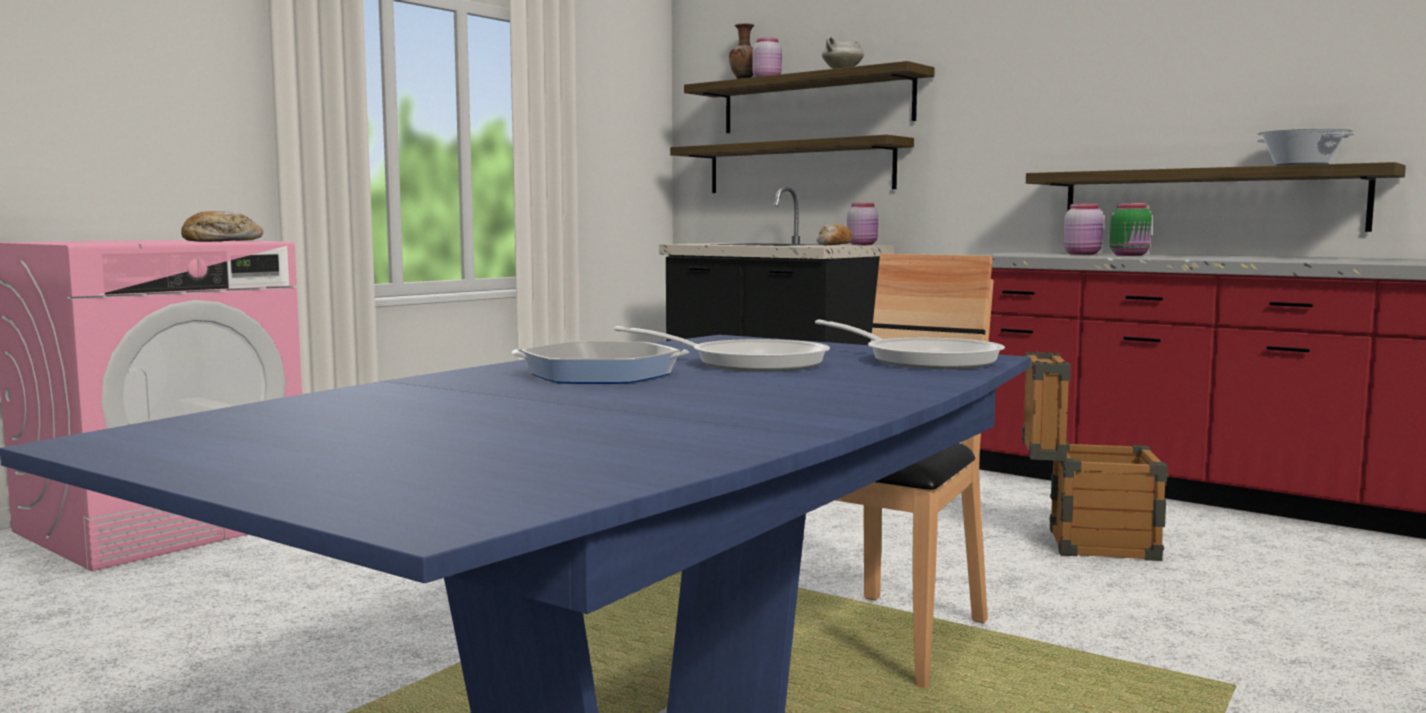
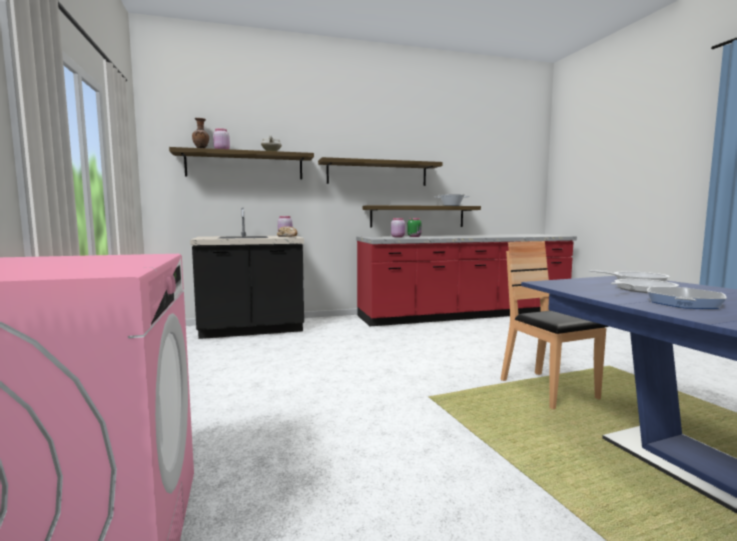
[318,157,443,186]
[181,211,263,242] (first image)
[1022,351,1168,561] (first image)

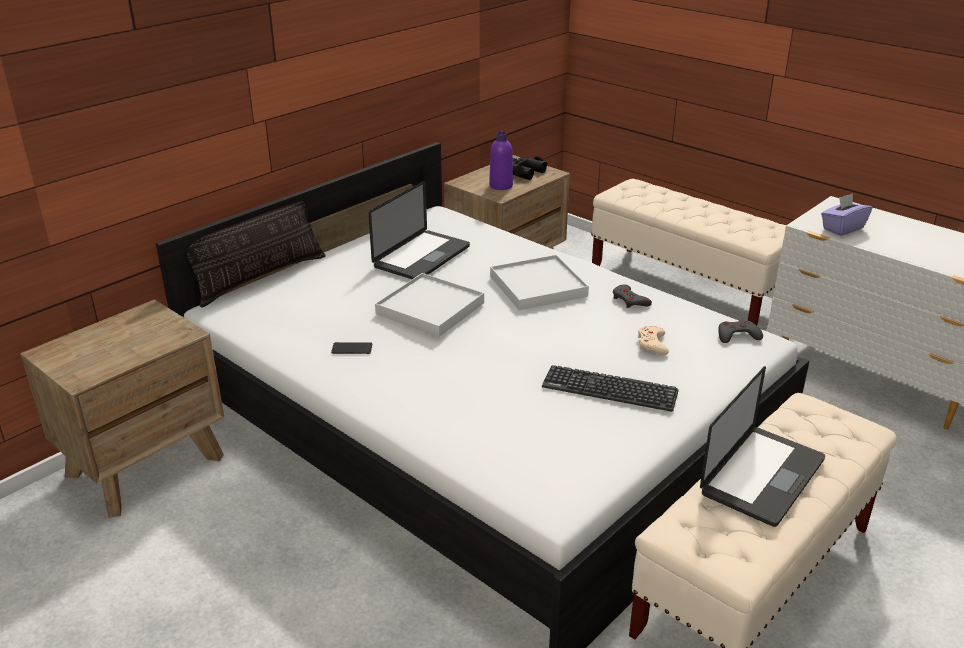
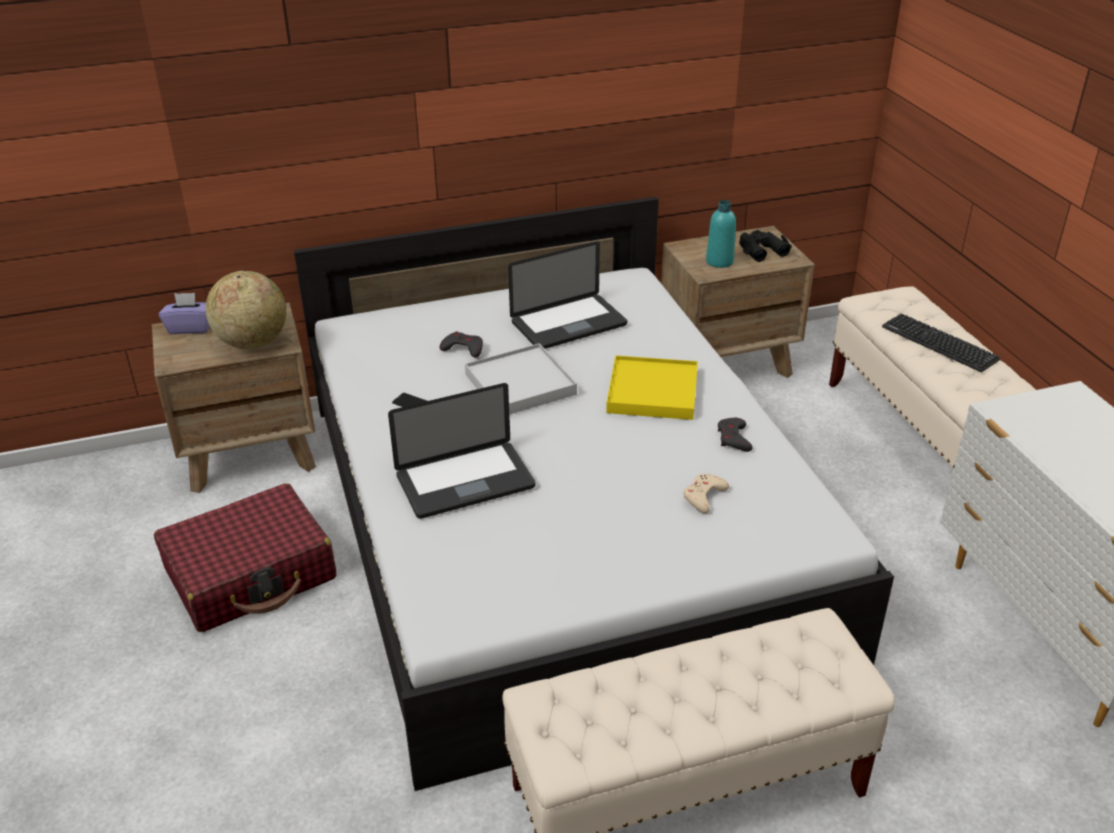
[706,200,736,268]
[159,293,209,334]
[187,201,326,308] (first image)
[606,355,698,420]
[440,332,483,357]
[882,314,1000,372]
[388,383,536,519]
[205,271,286,349]
[154,483,337,632]

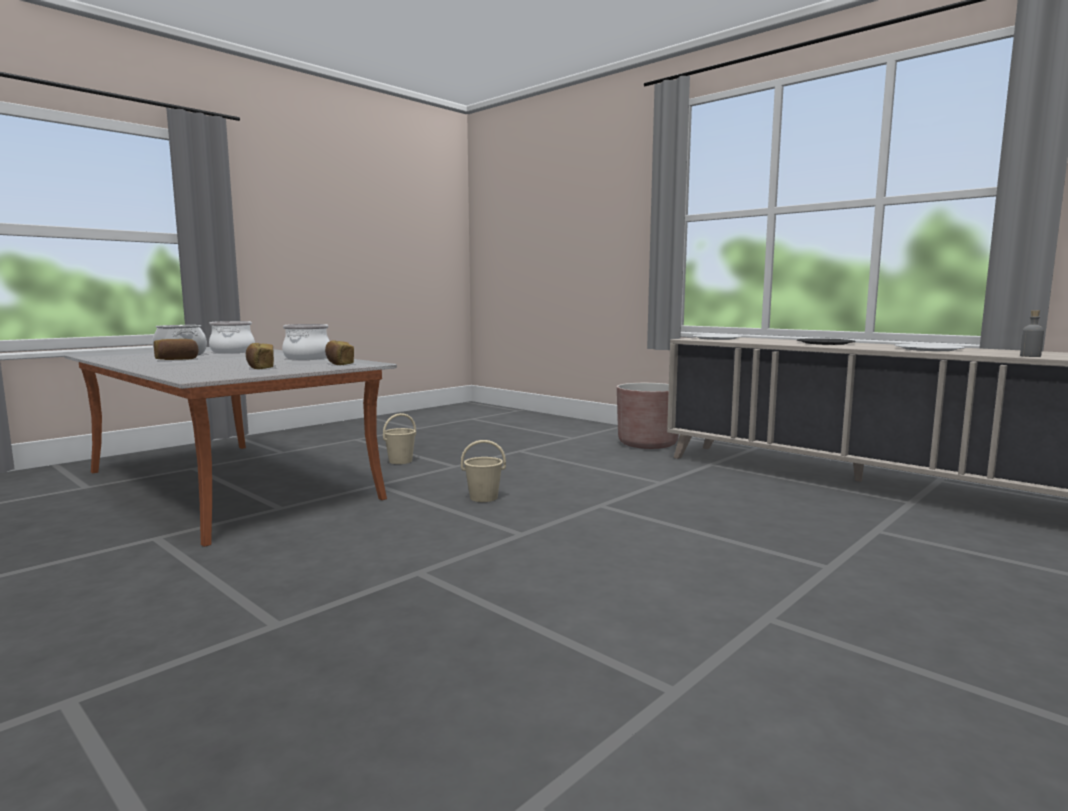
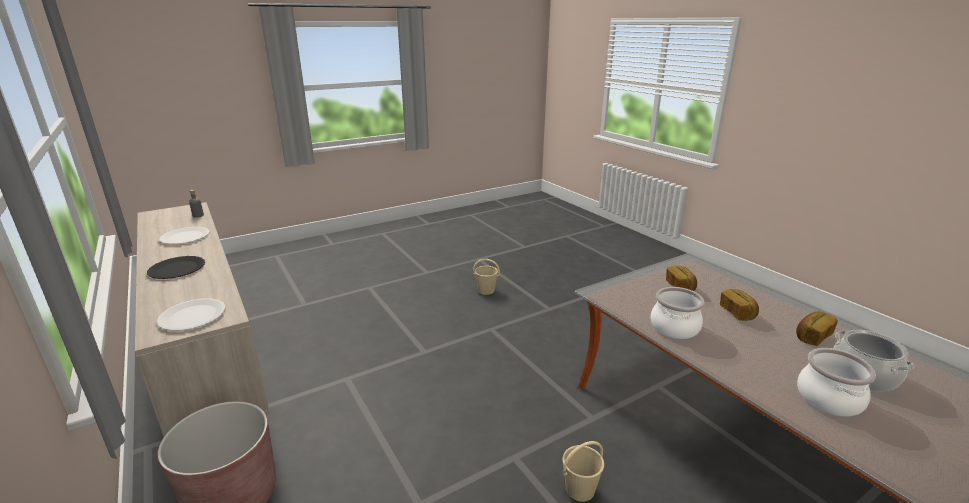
[720,289,759,321]
[473,259,500,295]

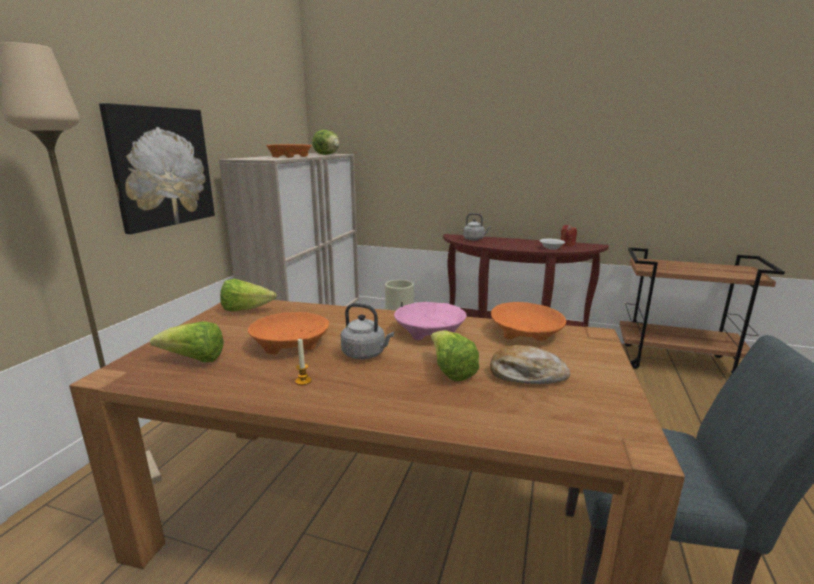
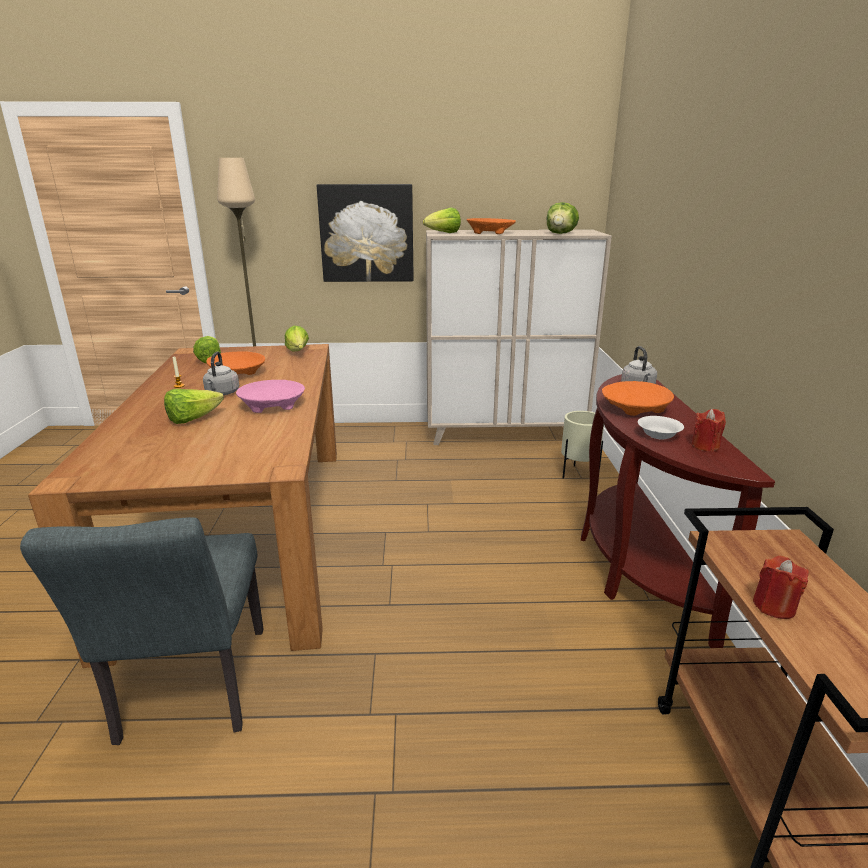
[602,381,674,416]
[490,345,571,384] (first image)
[423,208,461,233]
[753,556,809,619]

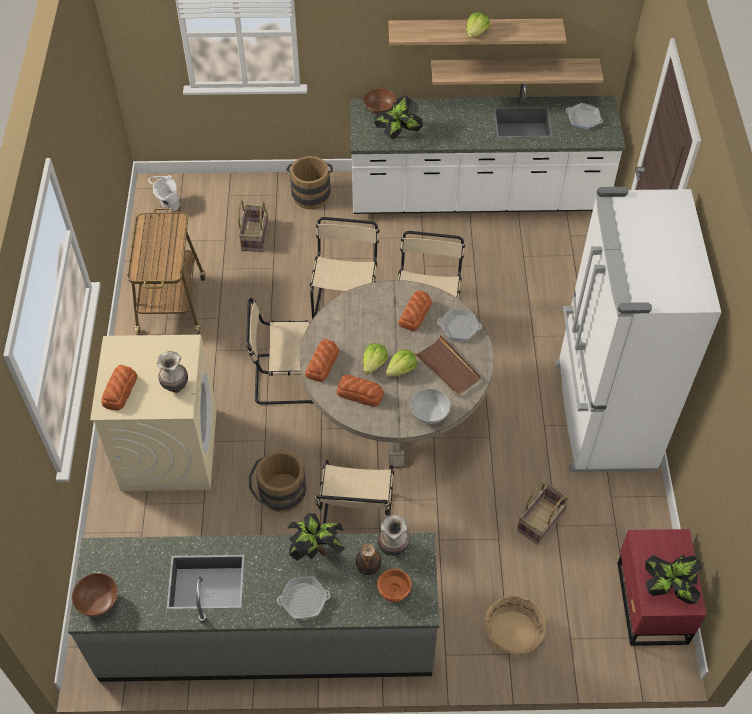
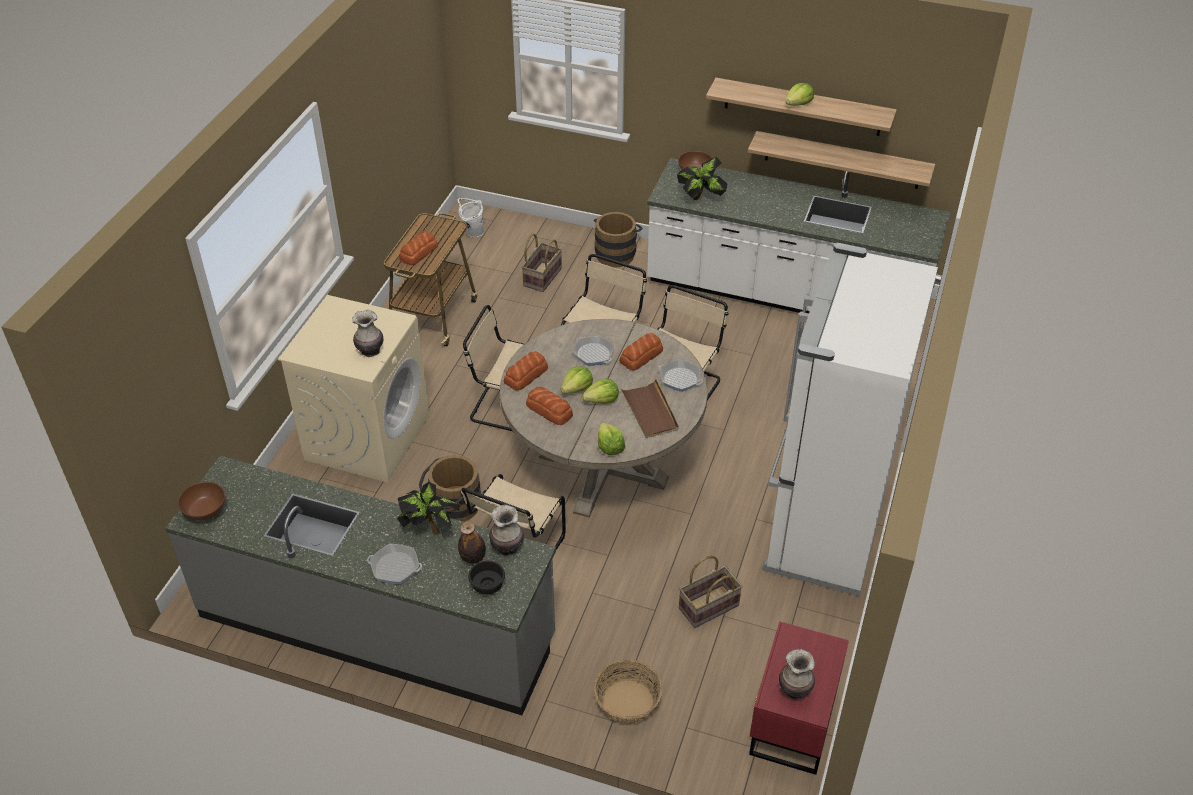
[573,336,615,366]
[399,231,438,265]
[598,422,625,455]
[779,649,815,699]
[468,561,505,595]

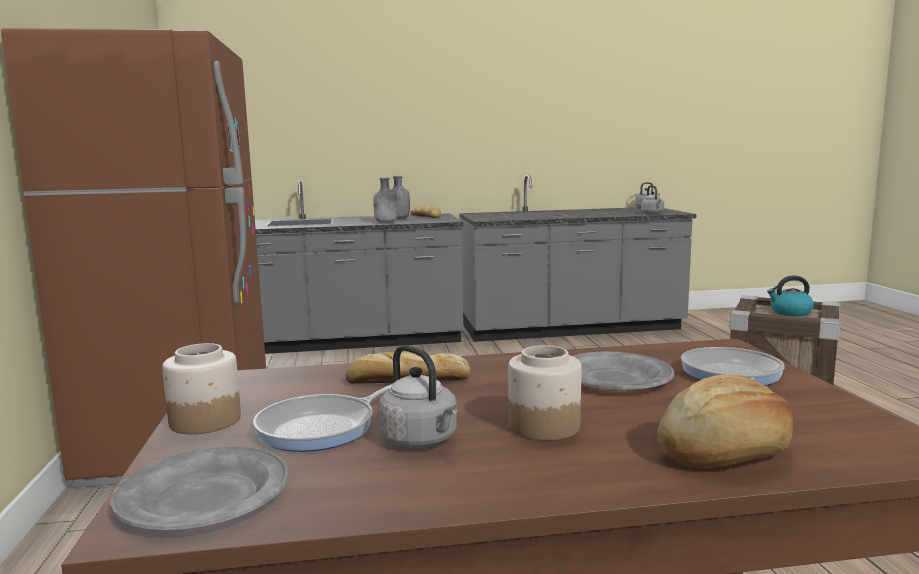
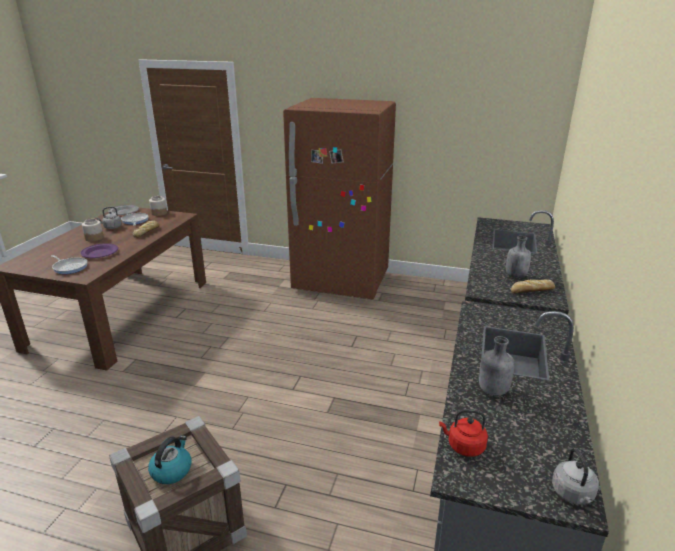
[479,336,515,396]
[439,409,488,457]
[80,243,118,258]
[657,375,793,468] (first image)

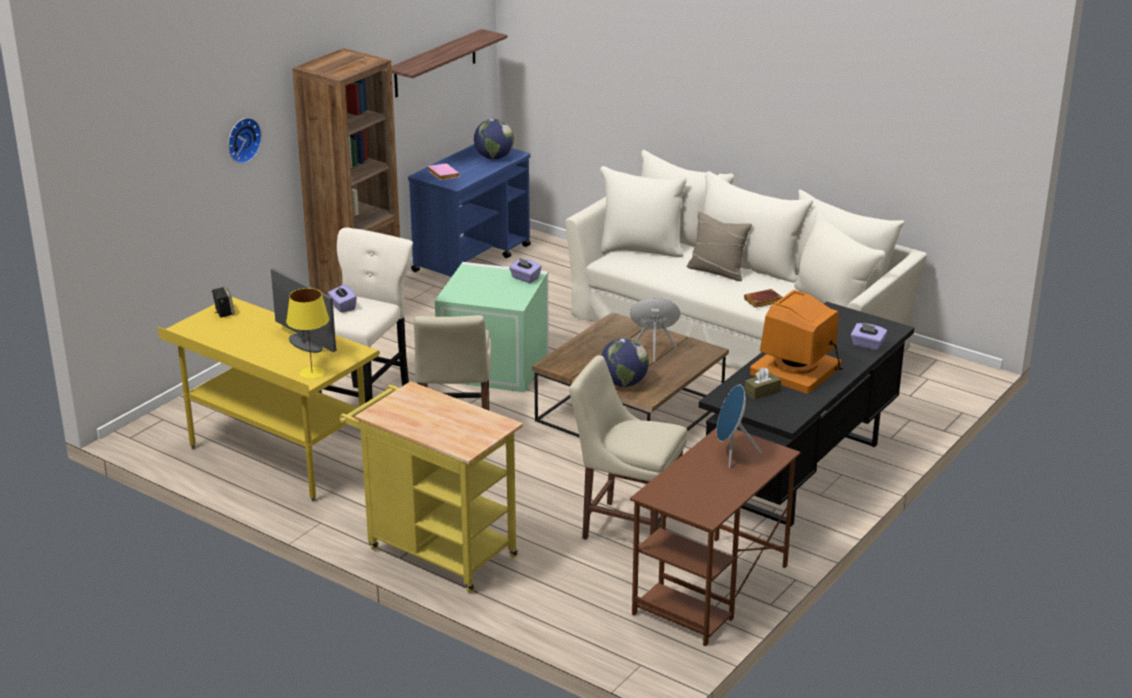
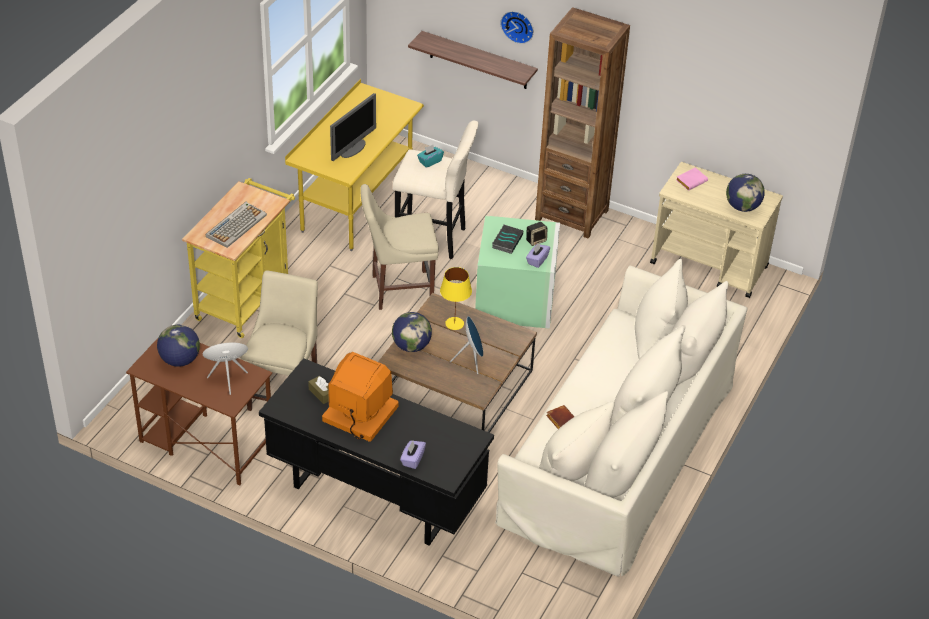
[408,31,538,89]
[650,162,783,298]
[687,212,752,281] (first image)
[417,145,444,168]
[526,222,548,246]
[440,267,472,330]
[206,202,267,248]
[492,225,523,254]
[157,324,200,367]

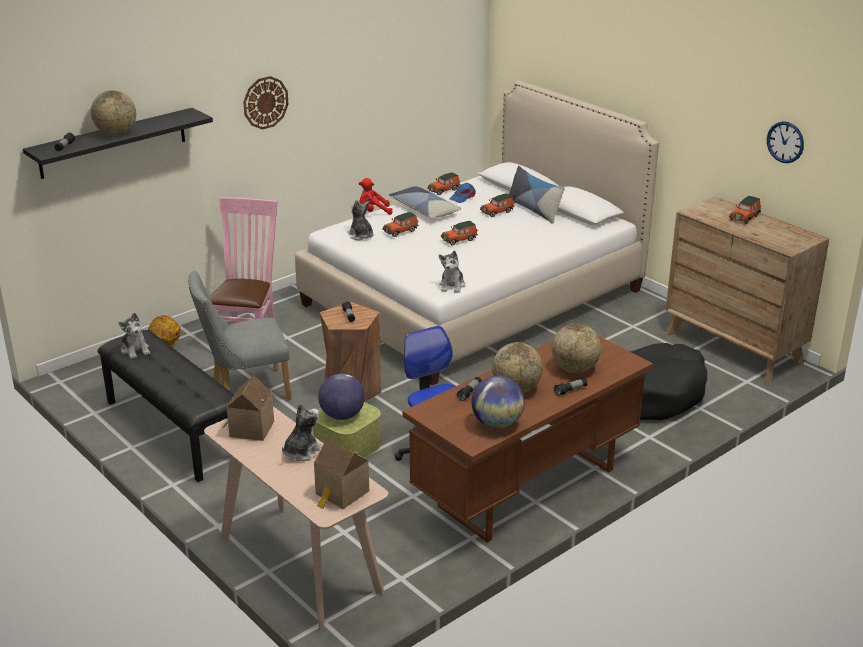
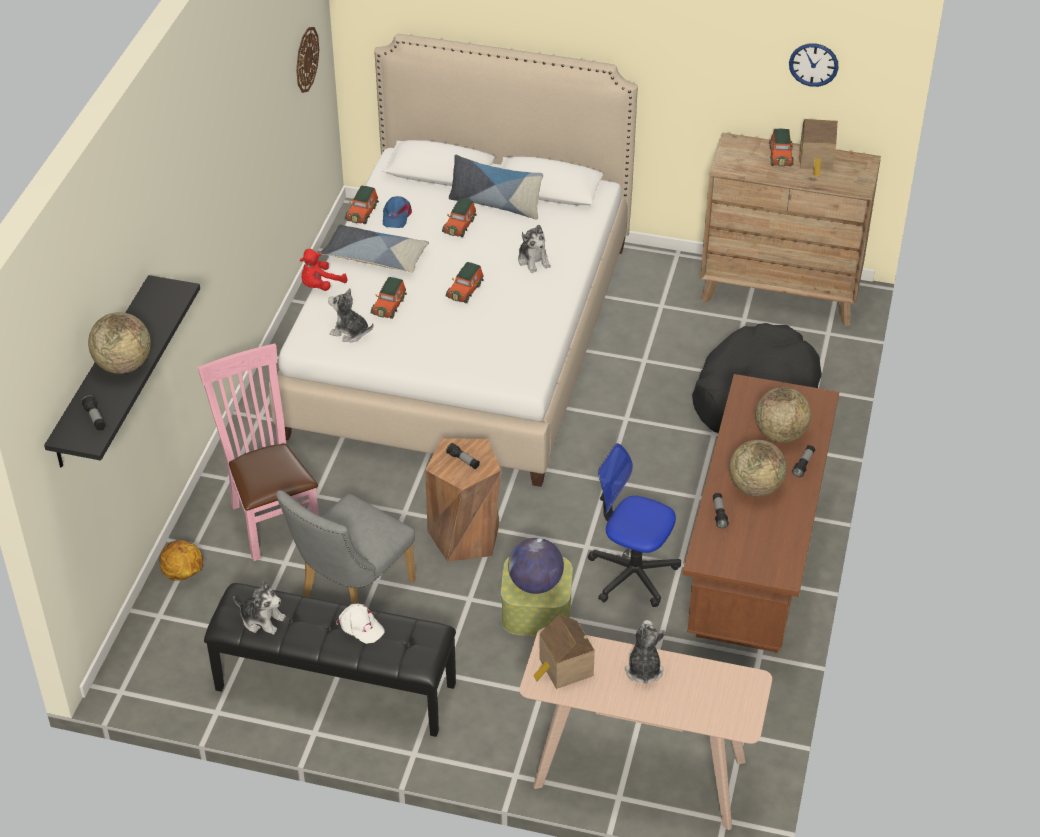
[296,27,319,93]
[518,225,551,273]
[471,375,525,429] (first image)
[799,119,838,176]
[336,604,385,644]

